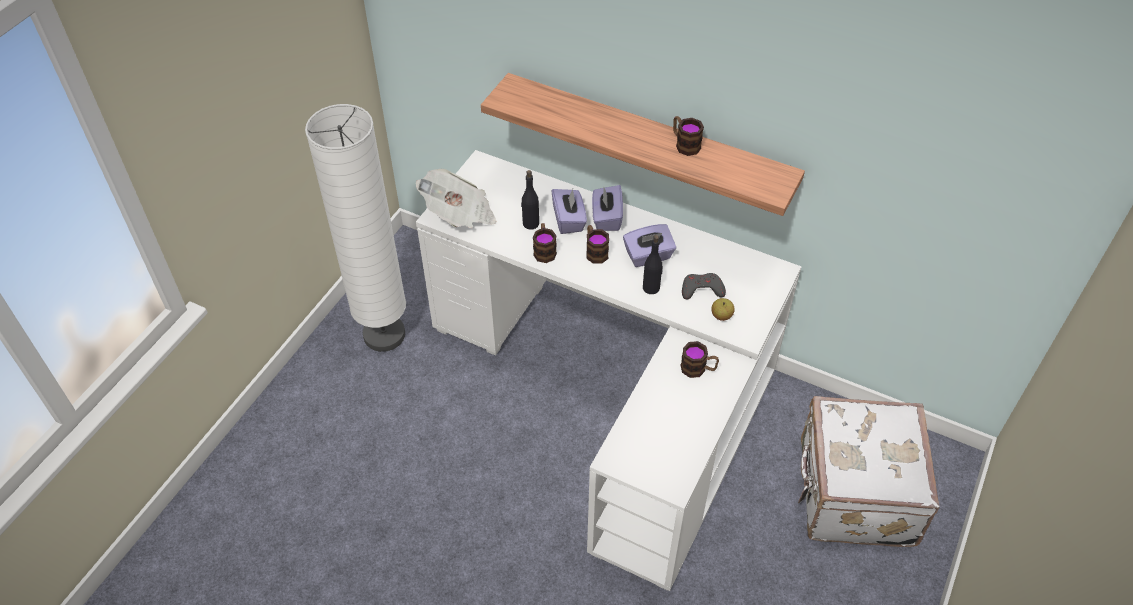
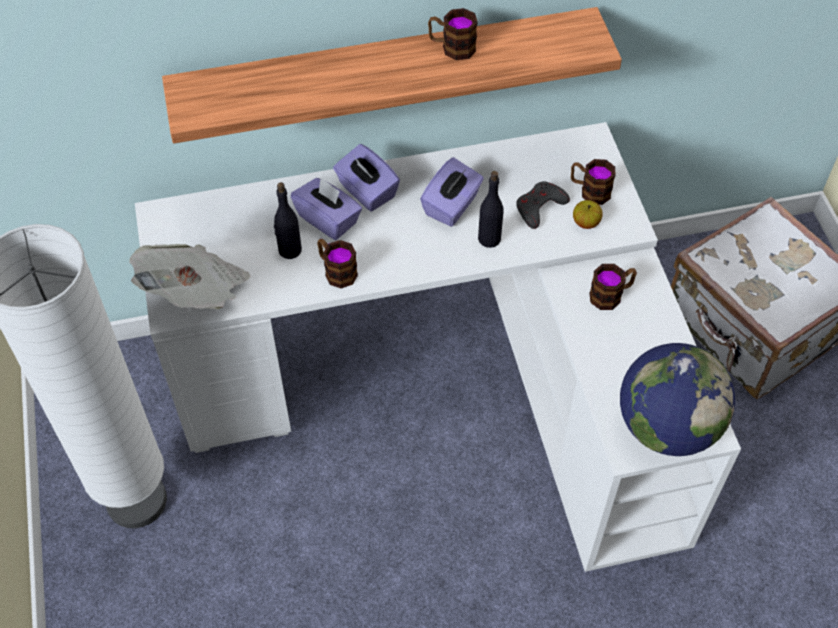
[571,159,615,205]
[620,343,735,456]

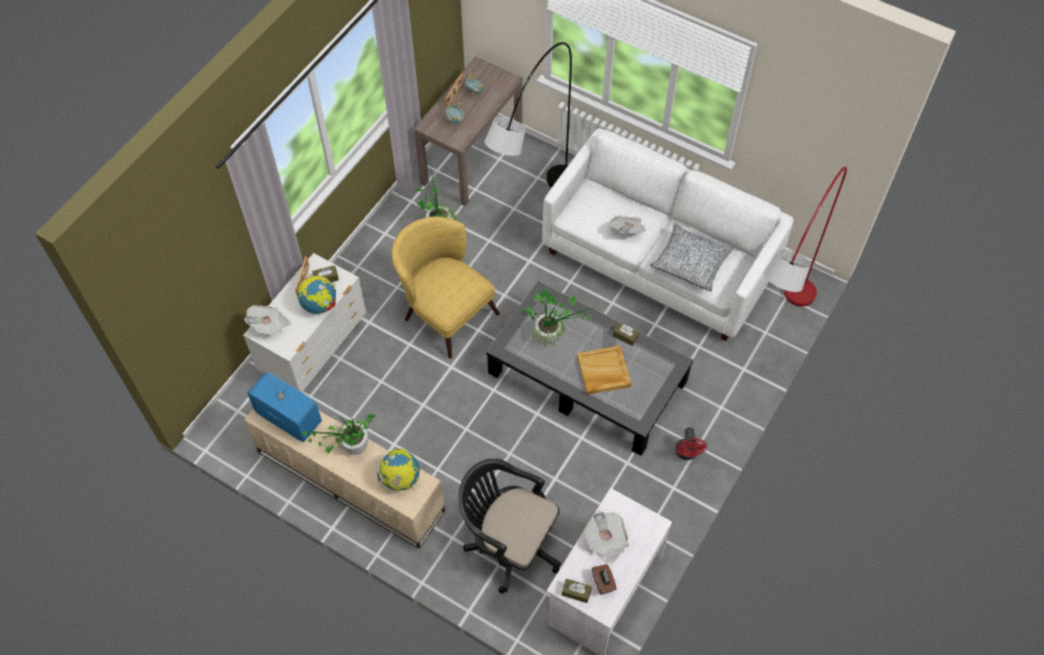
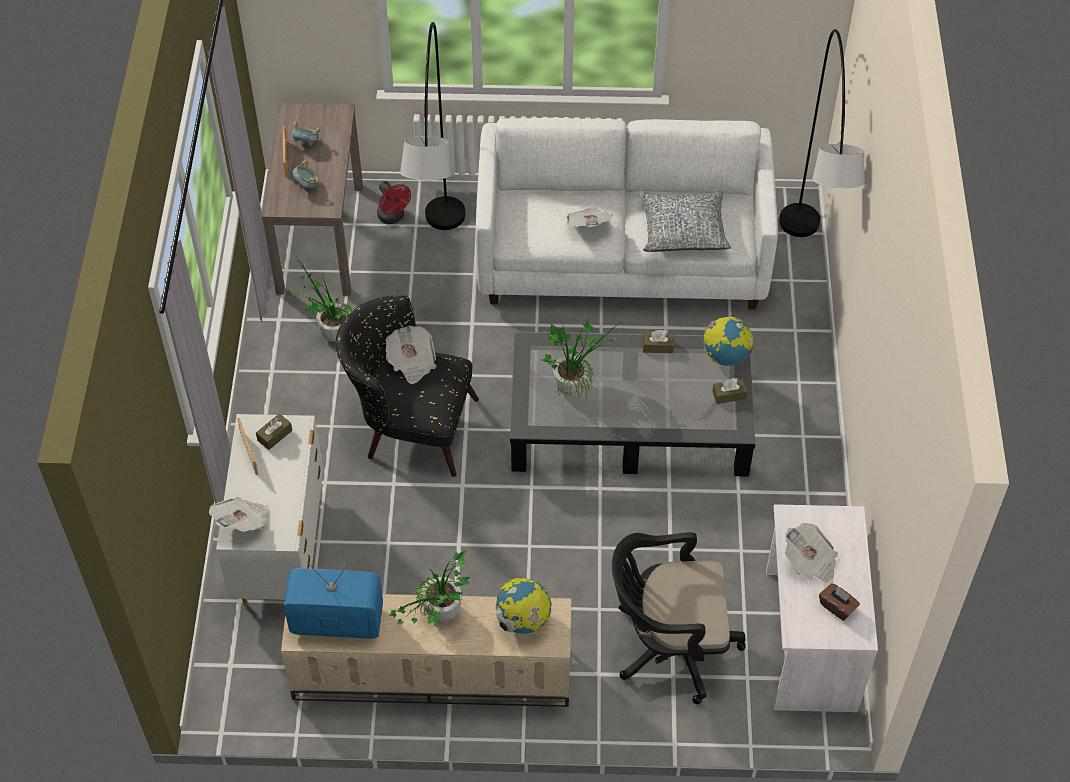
[779,29,864,237]
[336,295,479,477]
[704,317,753,366]
[577,346,631,395] (first image)
[377,181,411,224]
[712,378,747,404]
[385,326,436,384]

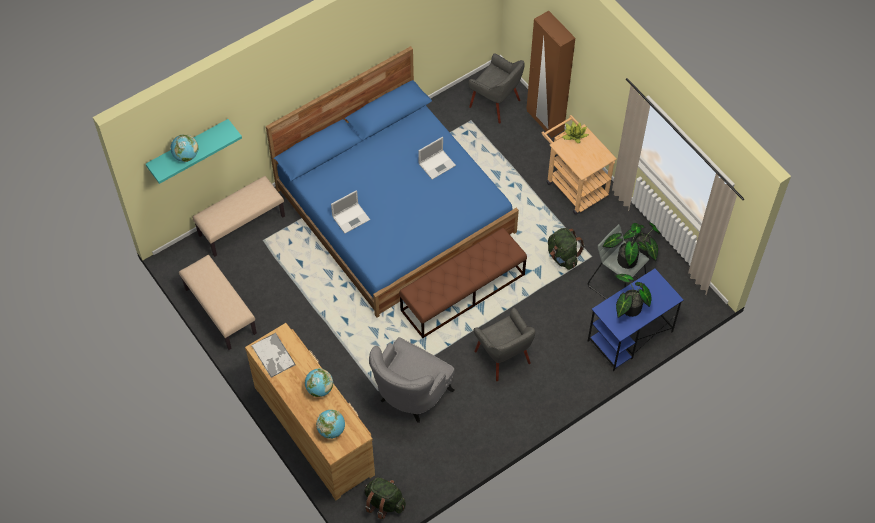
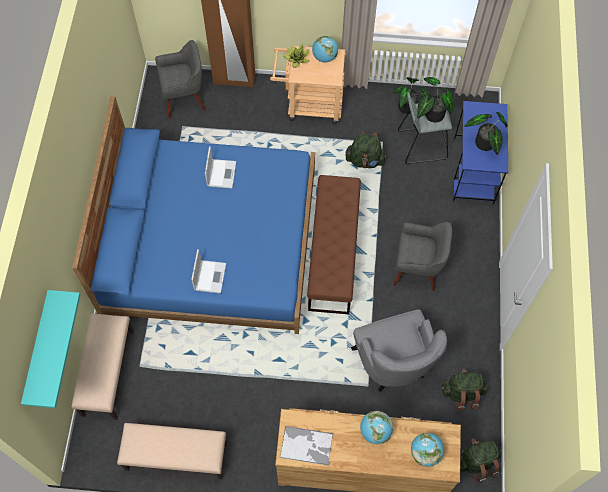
[312,36,338,63]
[441,369,488,411]

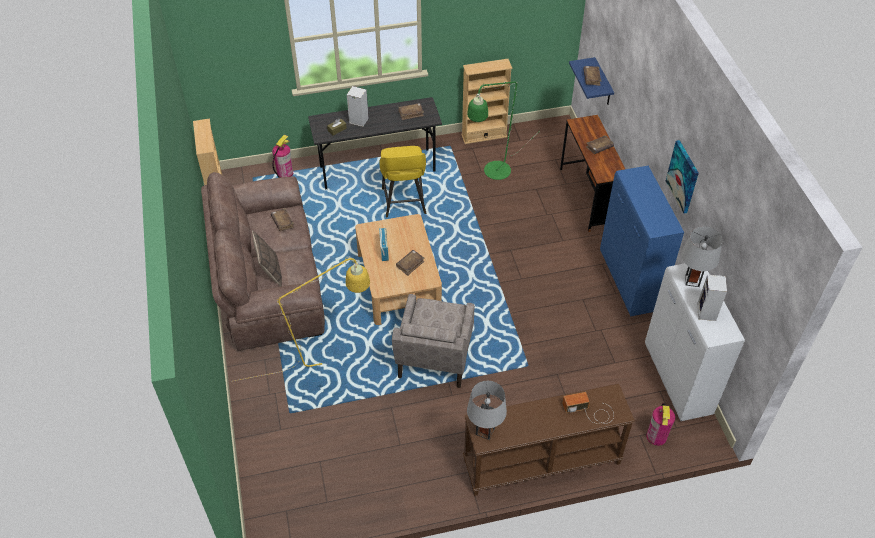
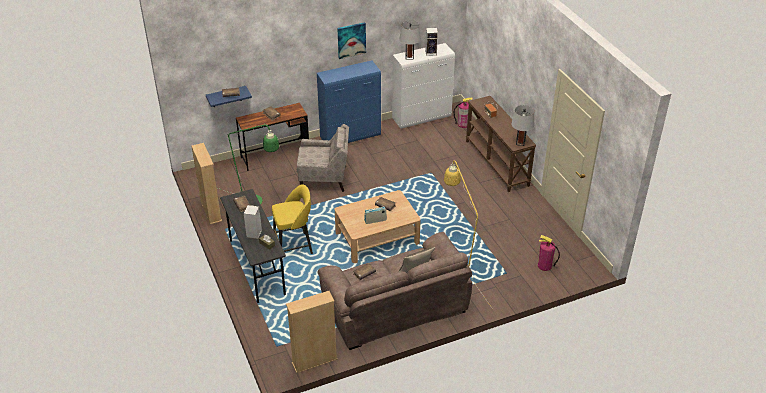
[538,235,560,271]
[297,124,349,192]

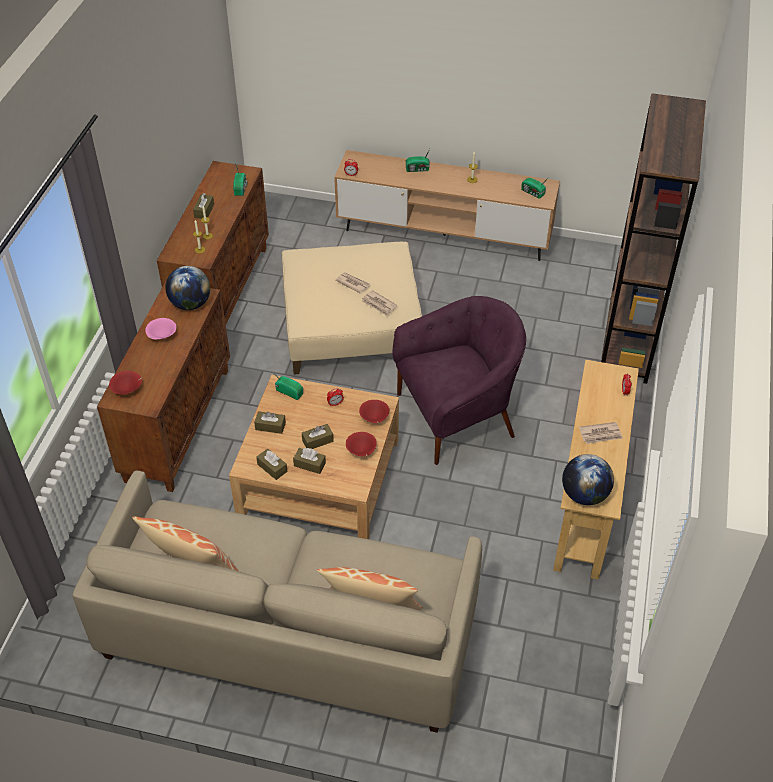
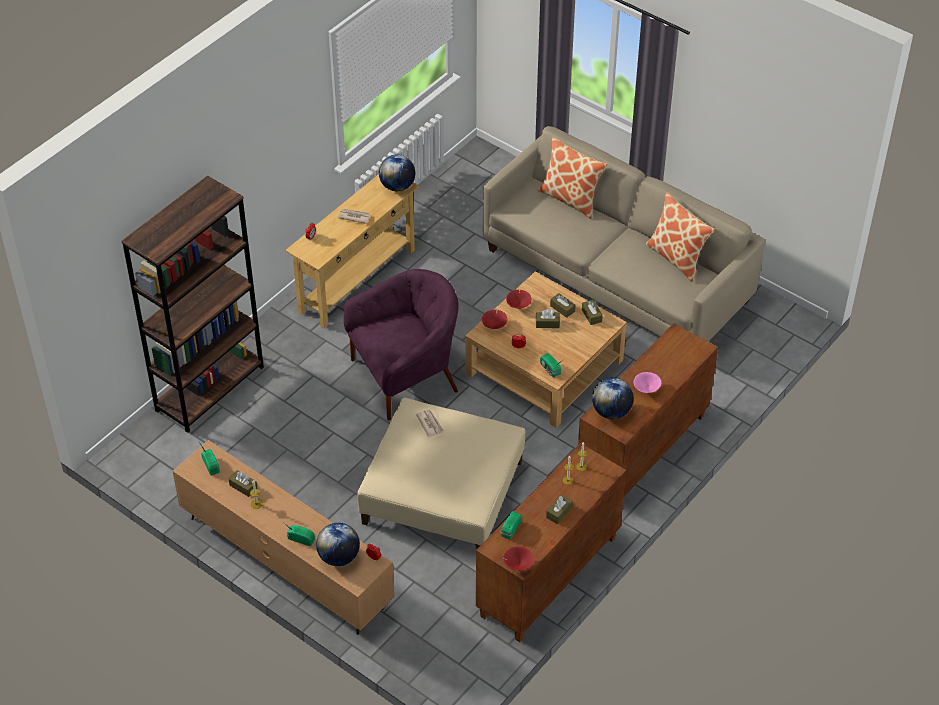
[335,272,370,294] (first image)
[344,269,459,420]
[503,546,534,571]
[229,470,258,497]
[316,523,360,566]

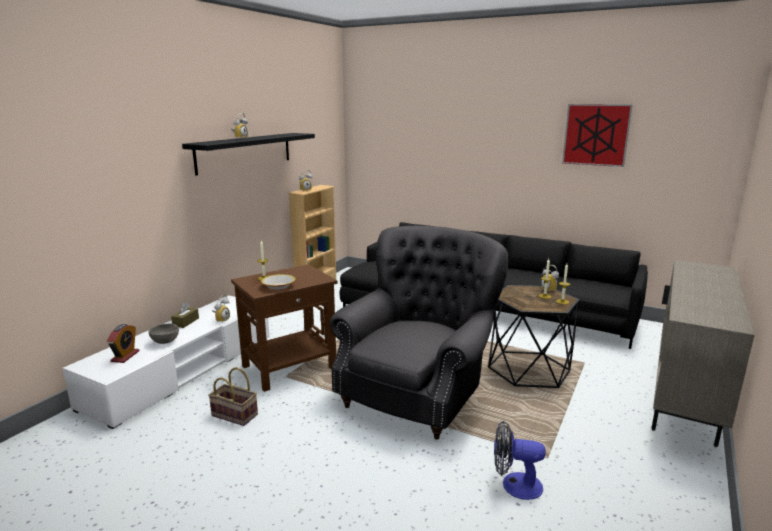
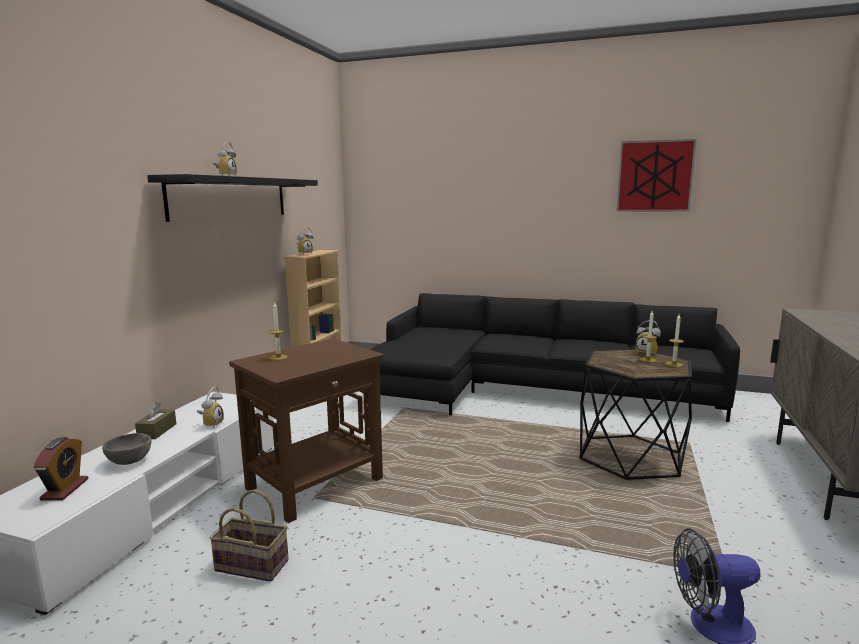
[330,226,508,440] (first image)
[261,274,296,290] (first image)

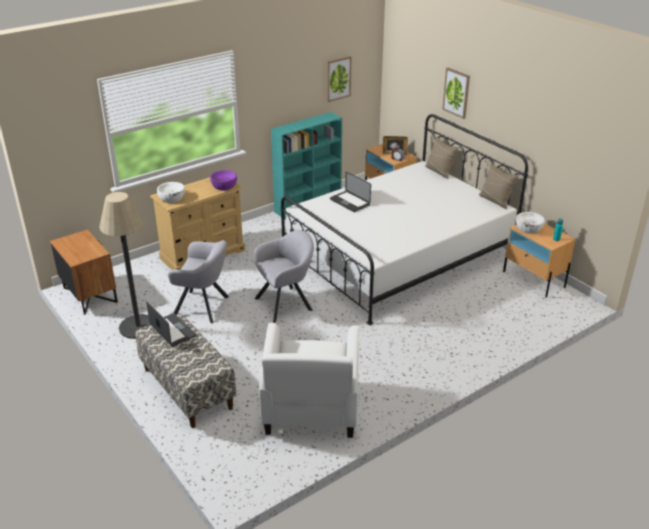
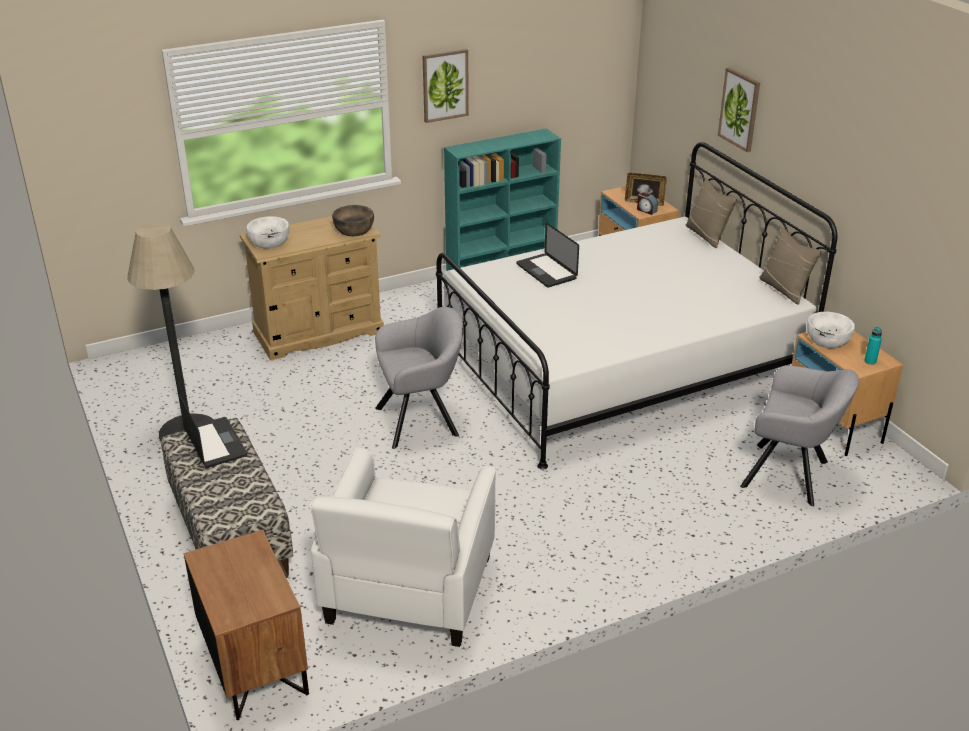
[422,49,469,123]
[332,205,374,236]
[184,530,309,720]
[740,366,859,506]

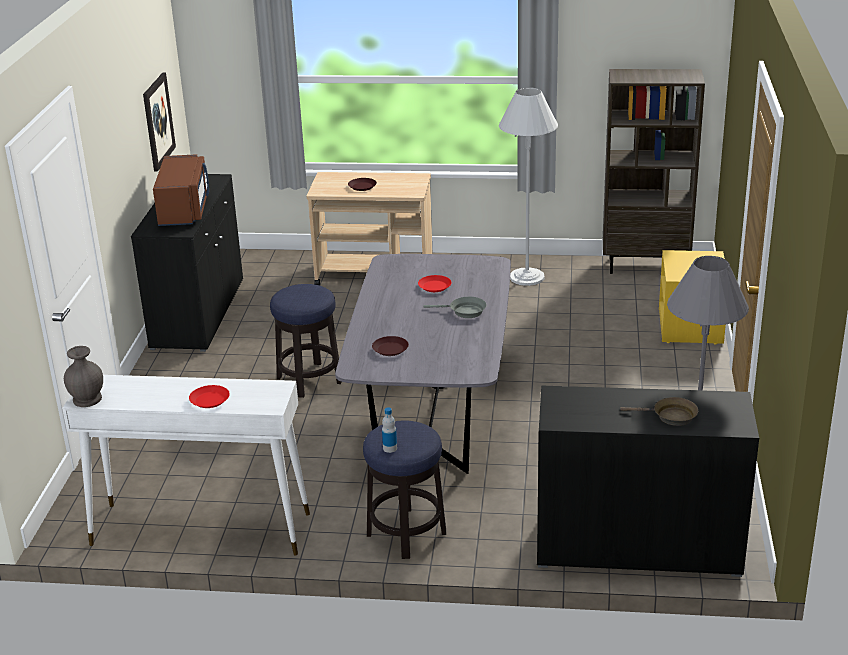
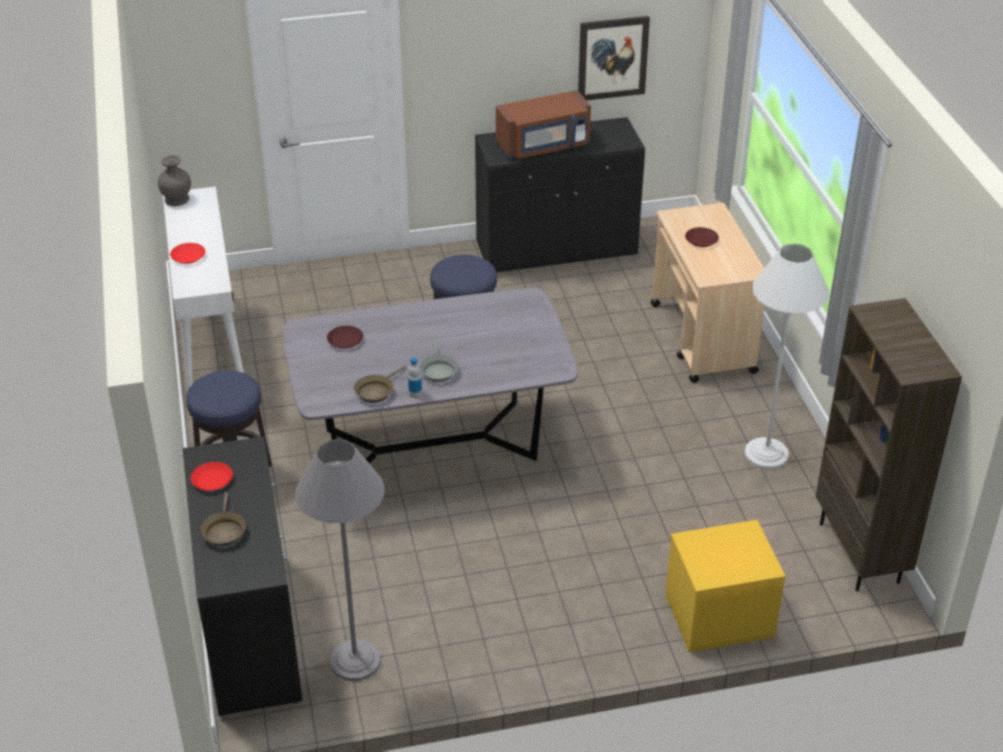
[191,462,233,490]
[408,357,422,398]
[354,365,406,403]

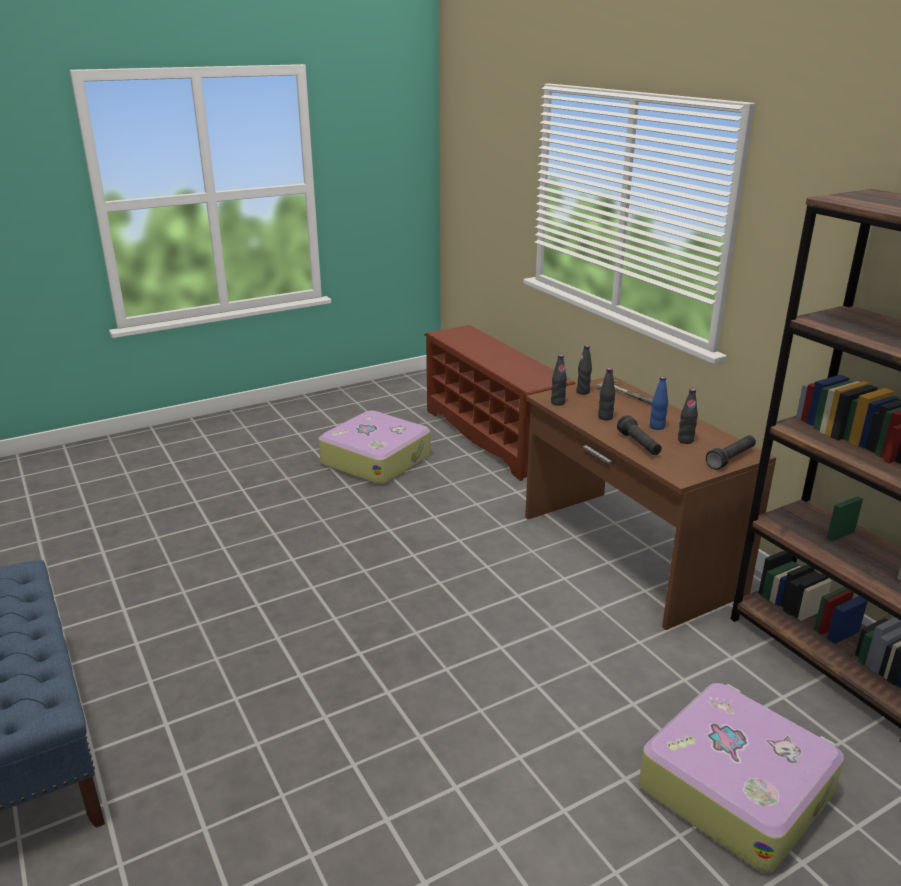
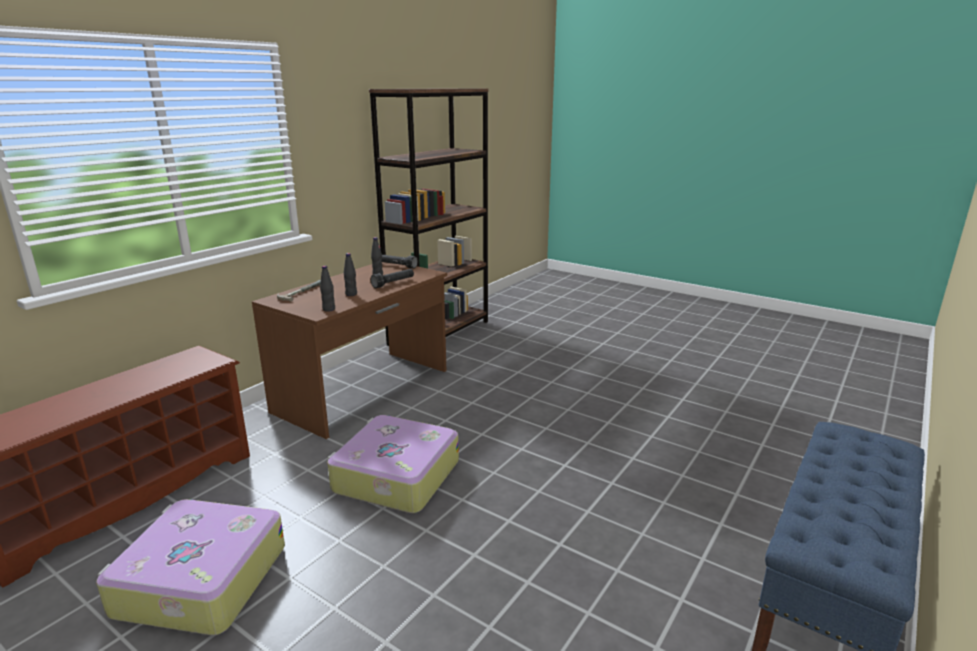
[576,345,592,395] (first image)
[650,377,668,430] (first image)
[328,415,459,513]

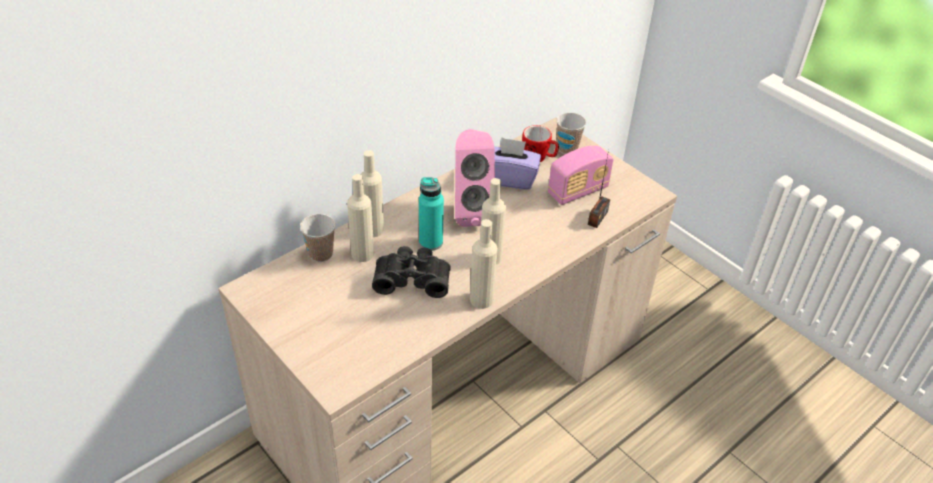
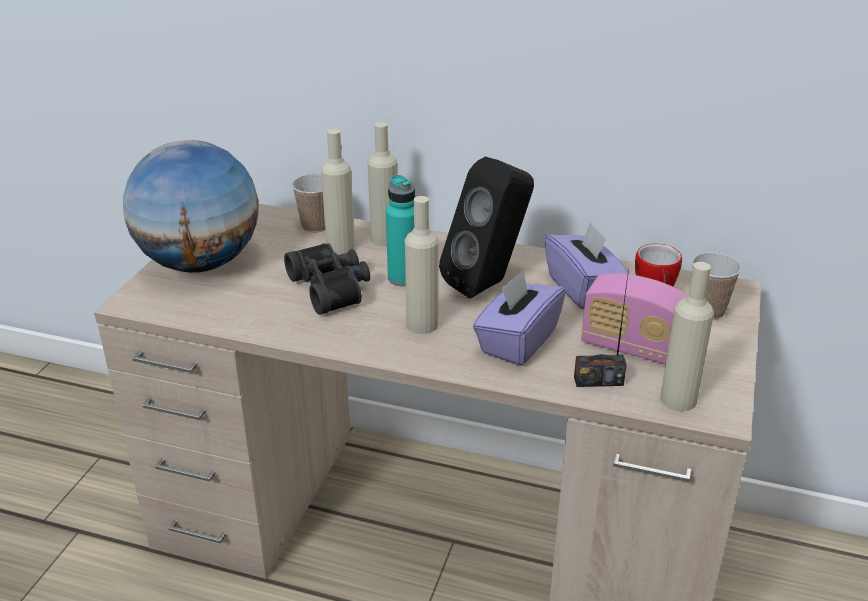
[439,157,534,299]
[660,262,714,411]
[123,140,259,273]
[473,270,566,366]

